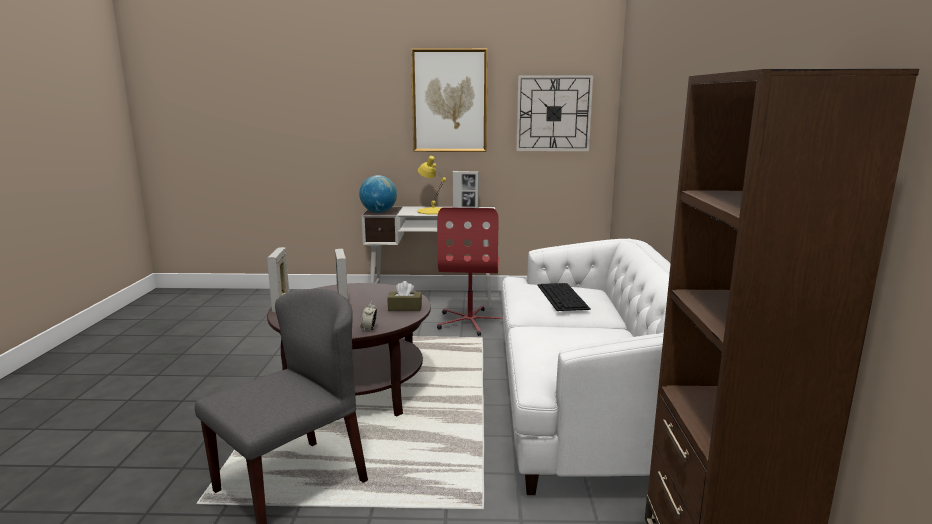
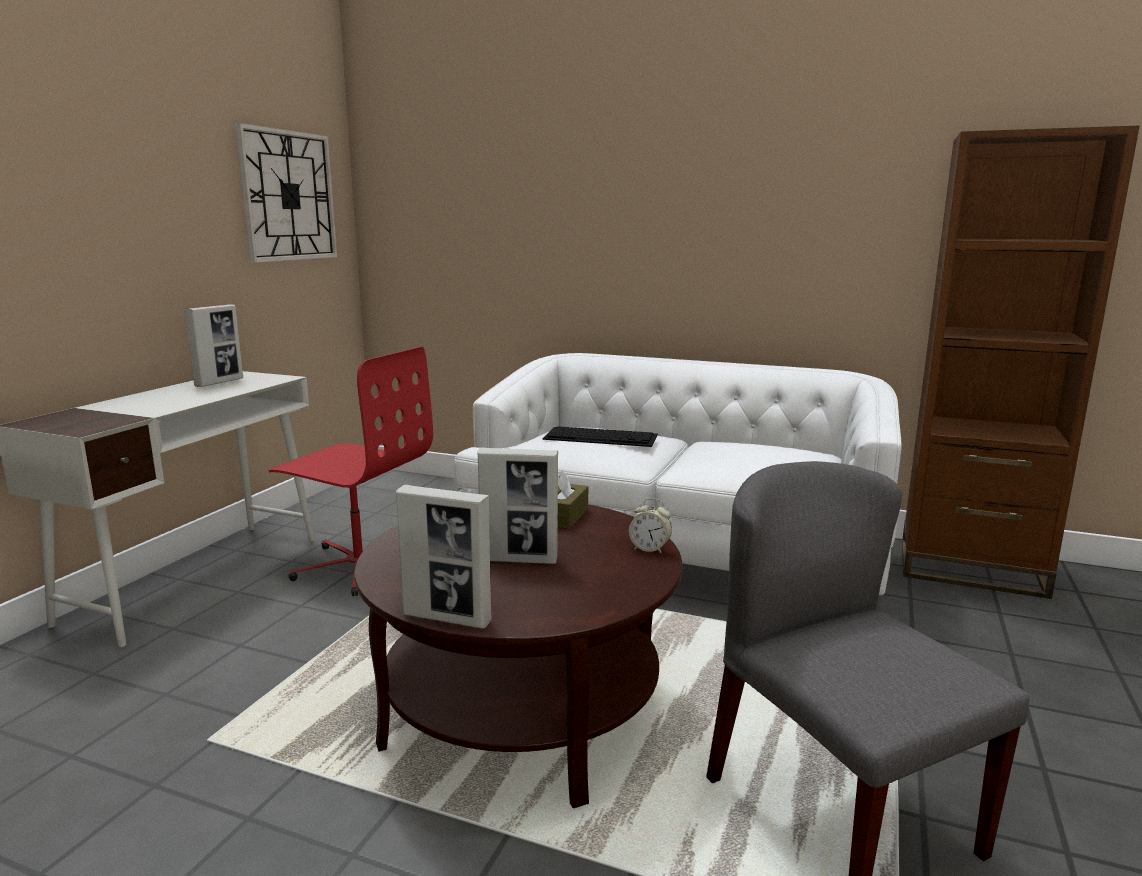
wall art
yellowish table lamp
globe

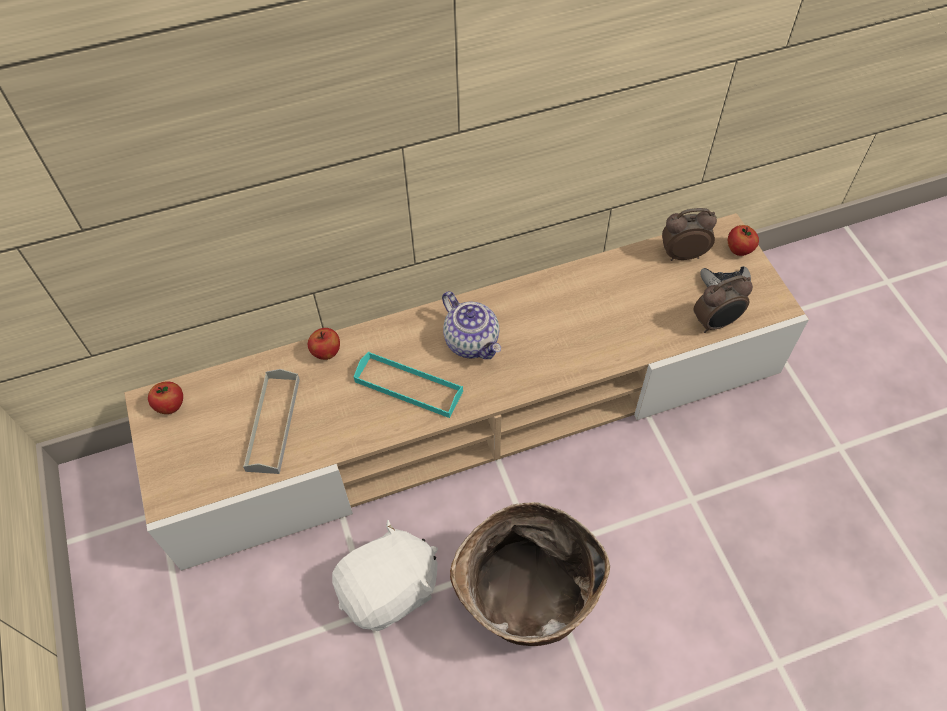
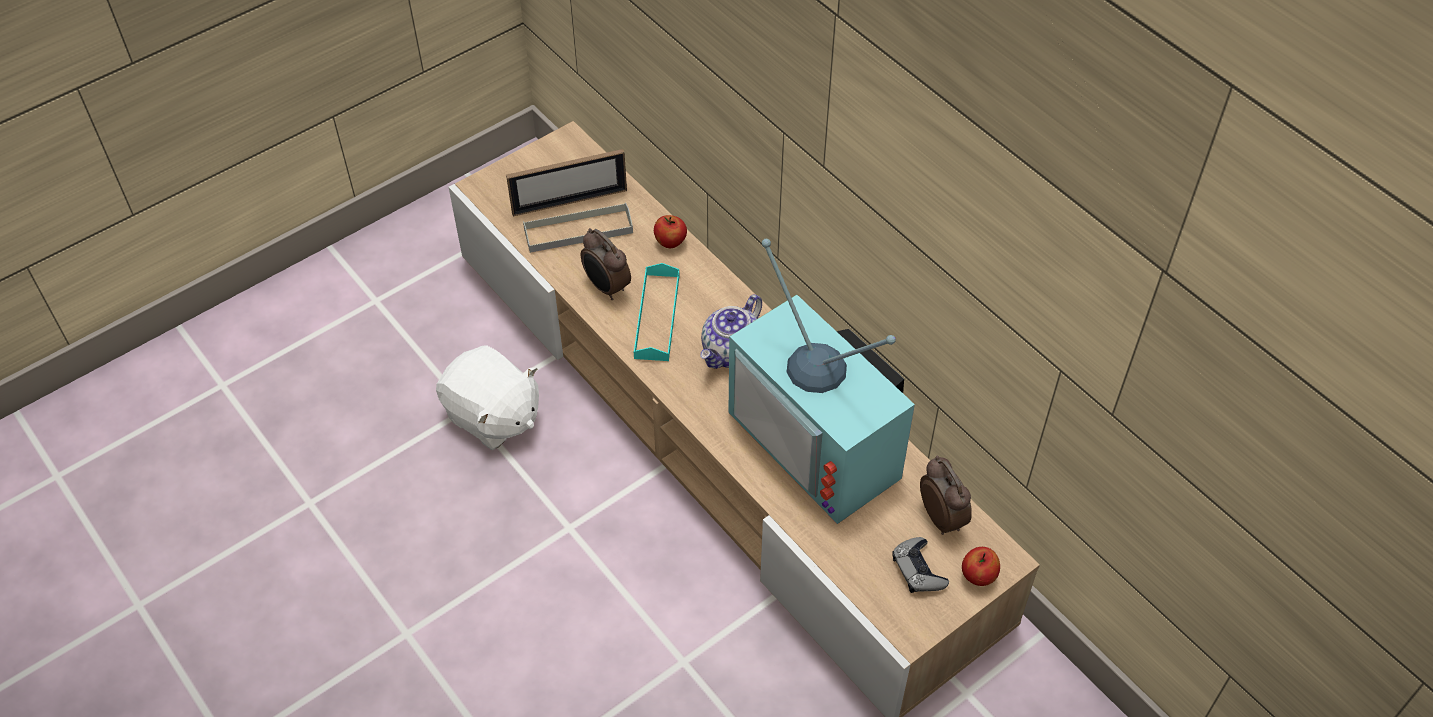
table clock (1st from left)
apple fruit (1st from left in the first image)
storage basket
photo frame
TV set

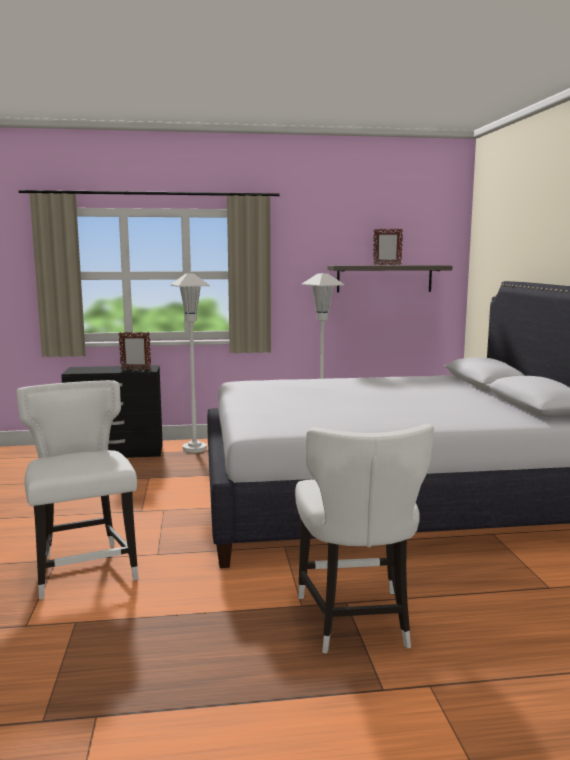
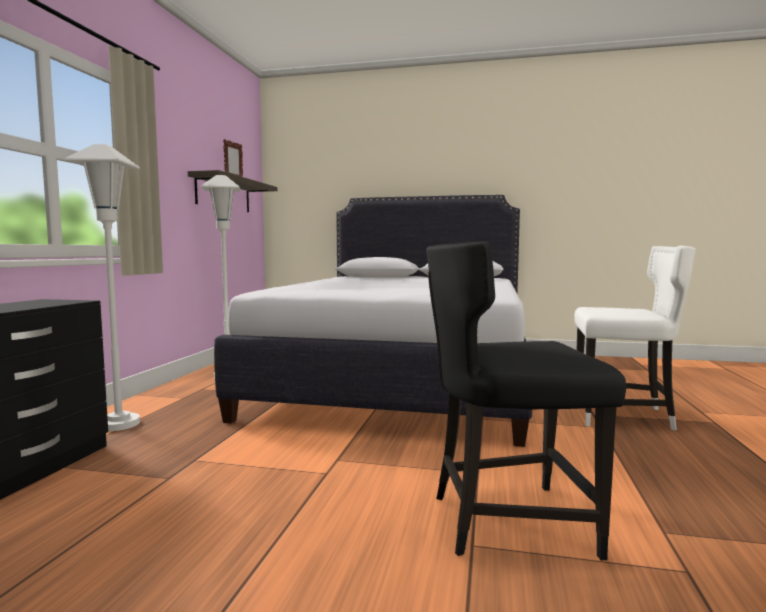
photo frame (1st from left in the first image)
black-coloured chair

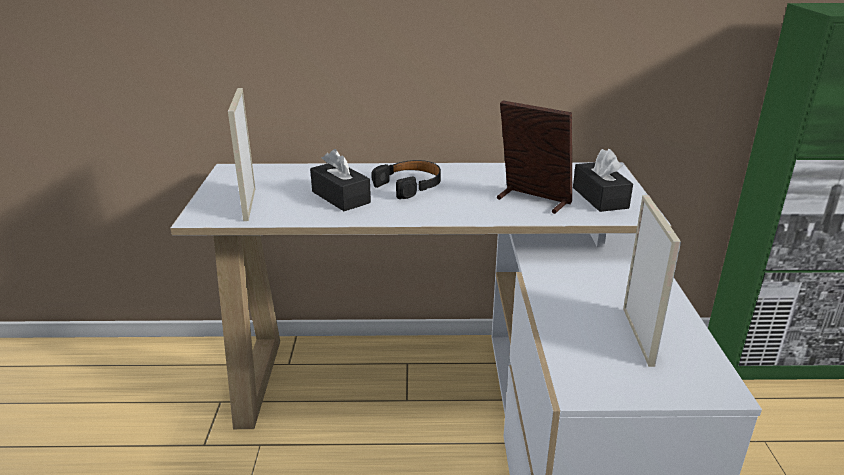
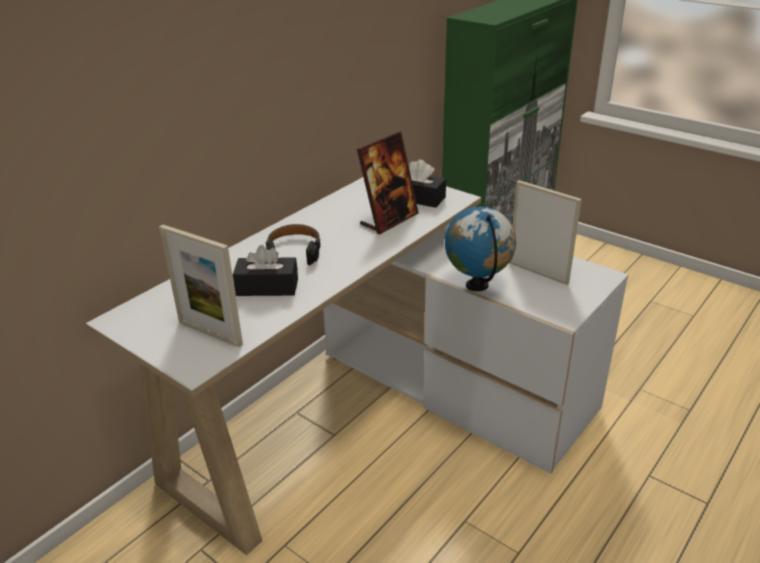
photo frame (2nd from left)
globe

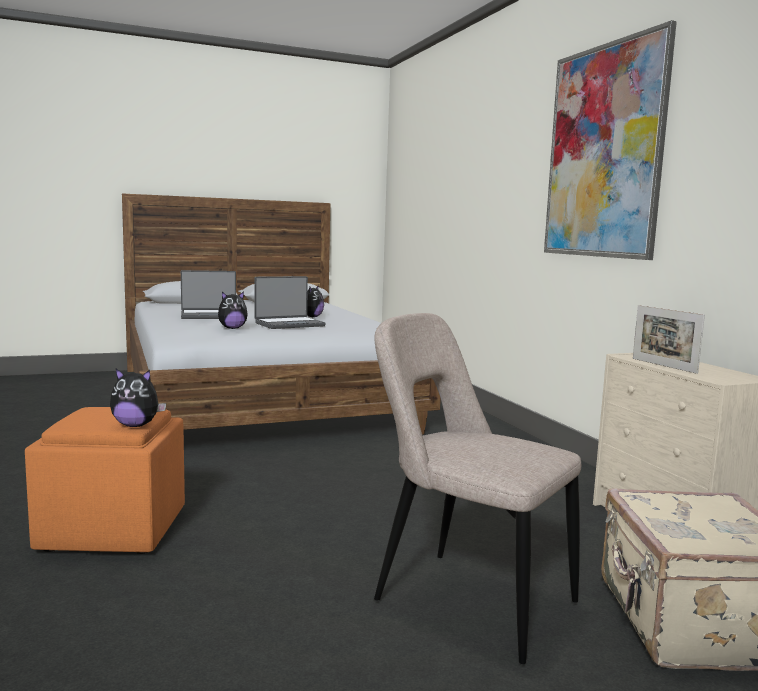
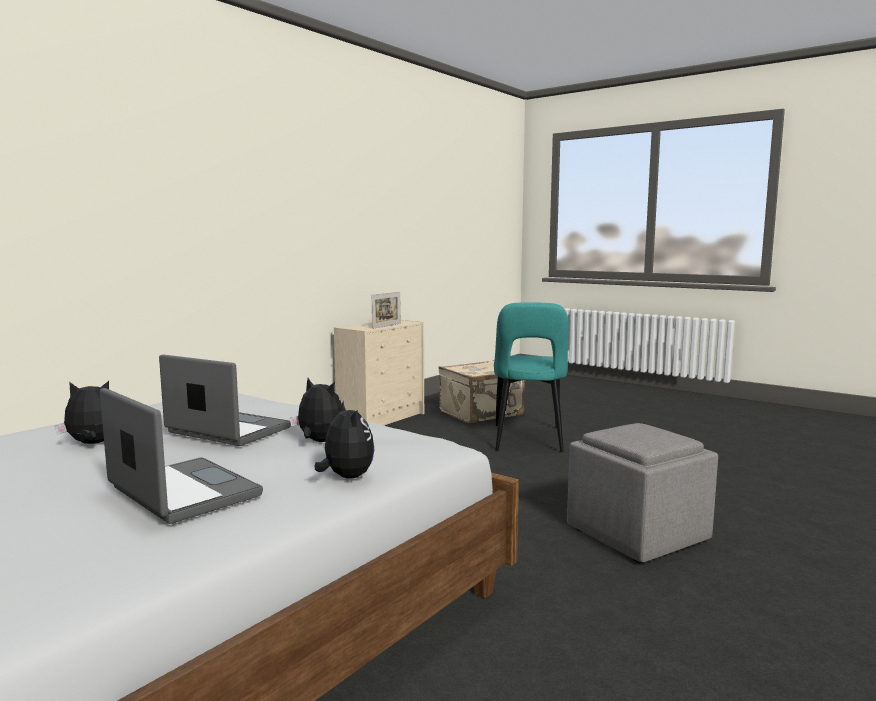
wall art
blue-green chair
plush toy (3rd from left)
gray pouffe

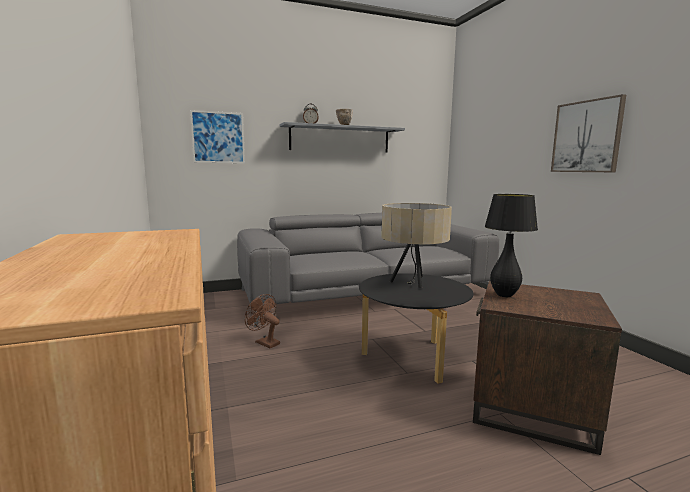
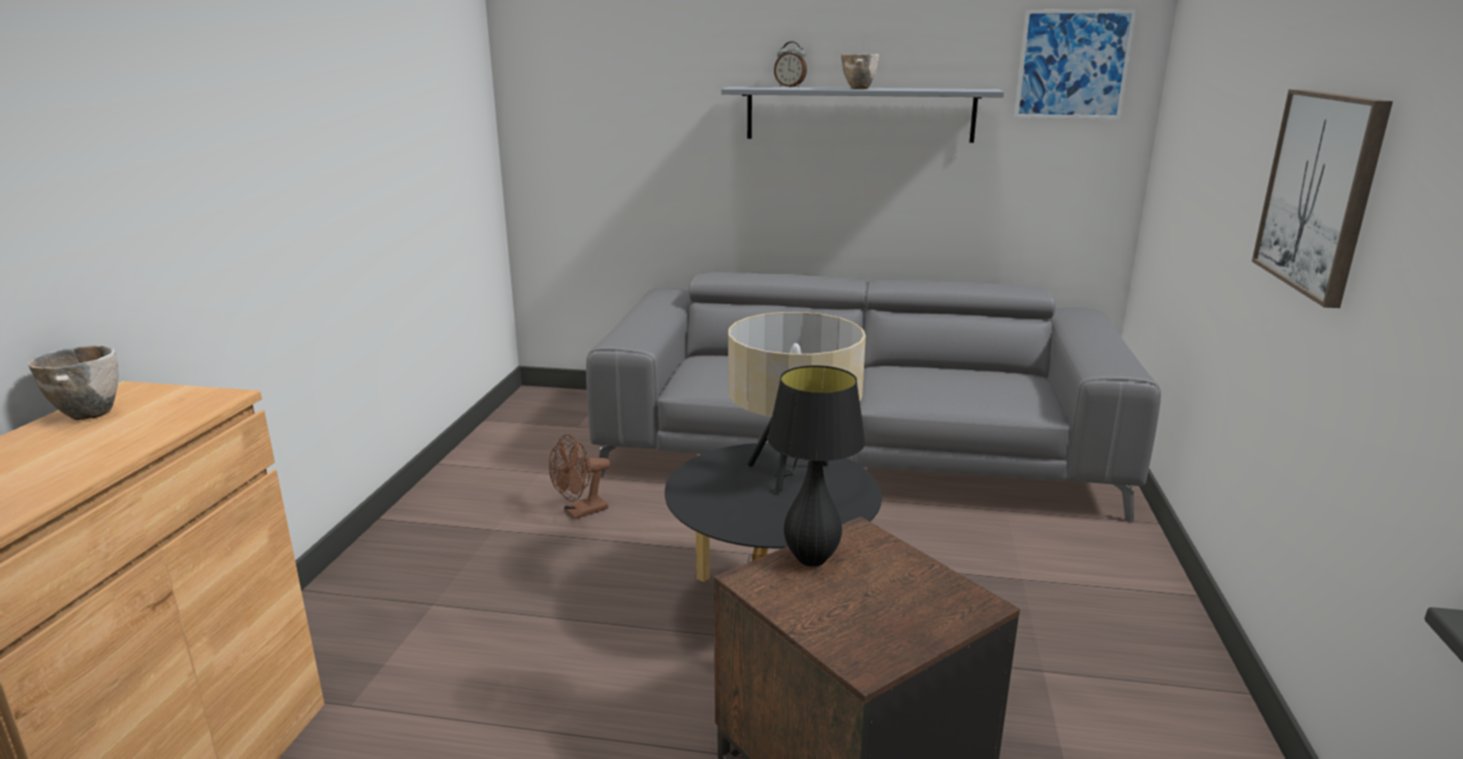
wall art (1st from left)
brown fan
serving bowl (1st from left)

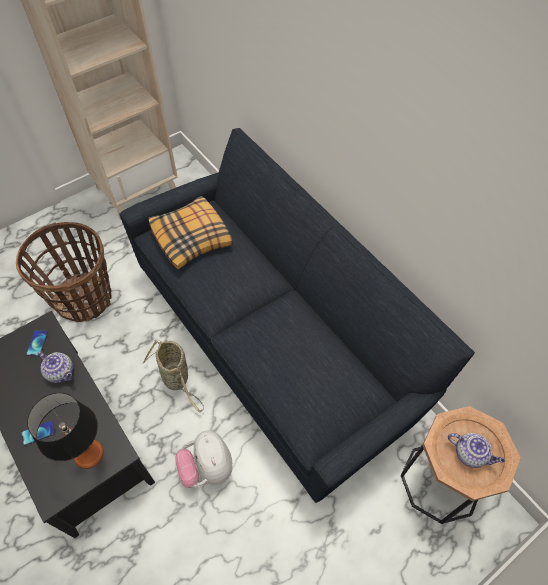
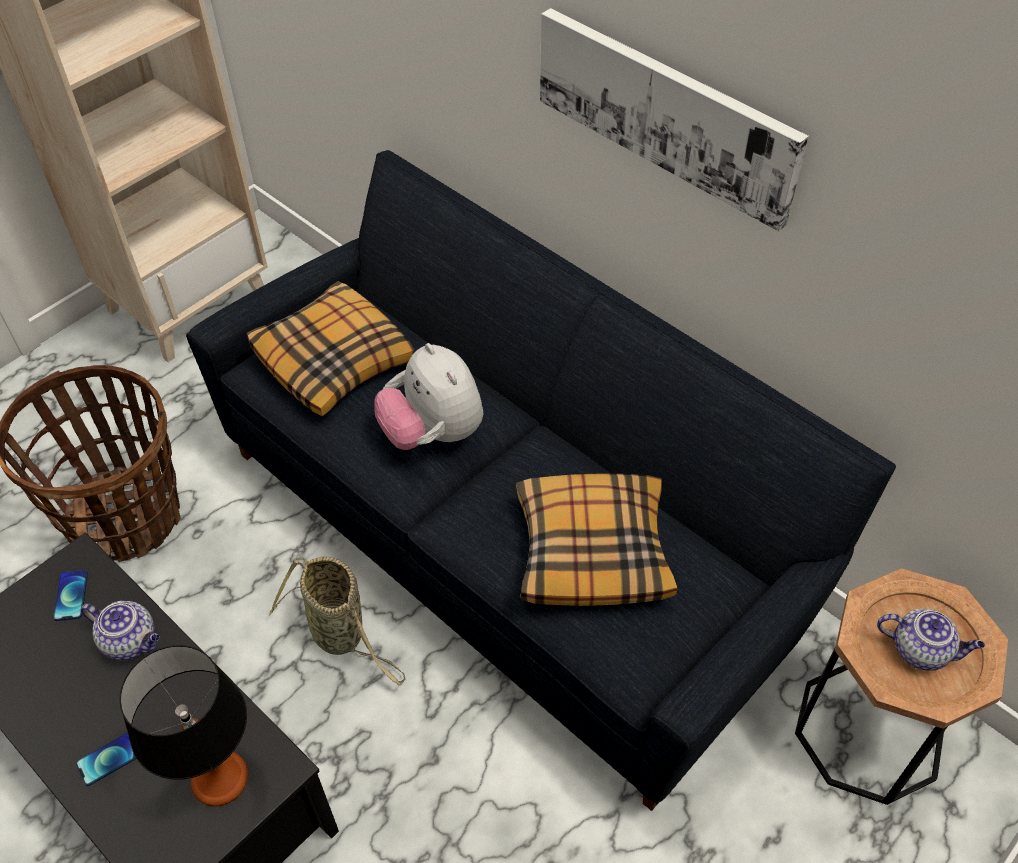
plush toy
wall art
cushion (2nd from left)

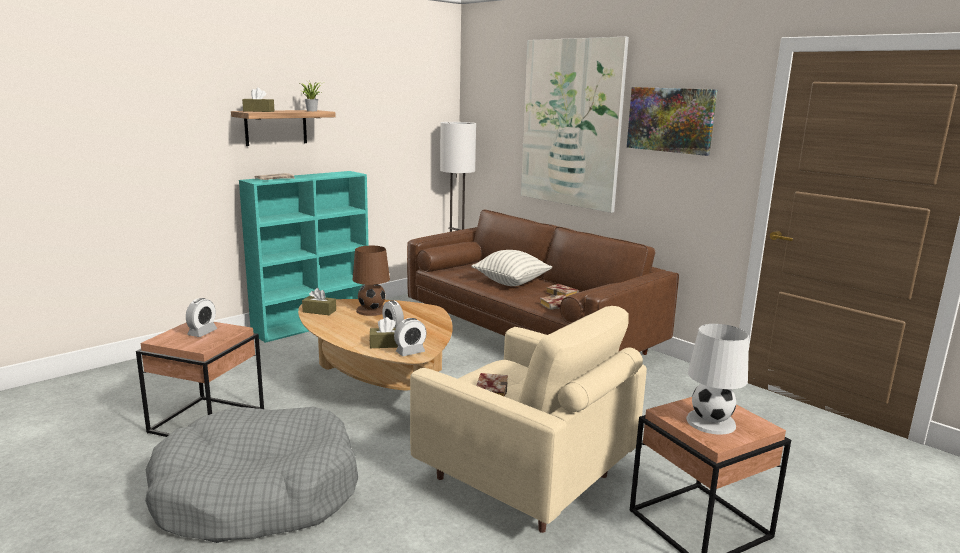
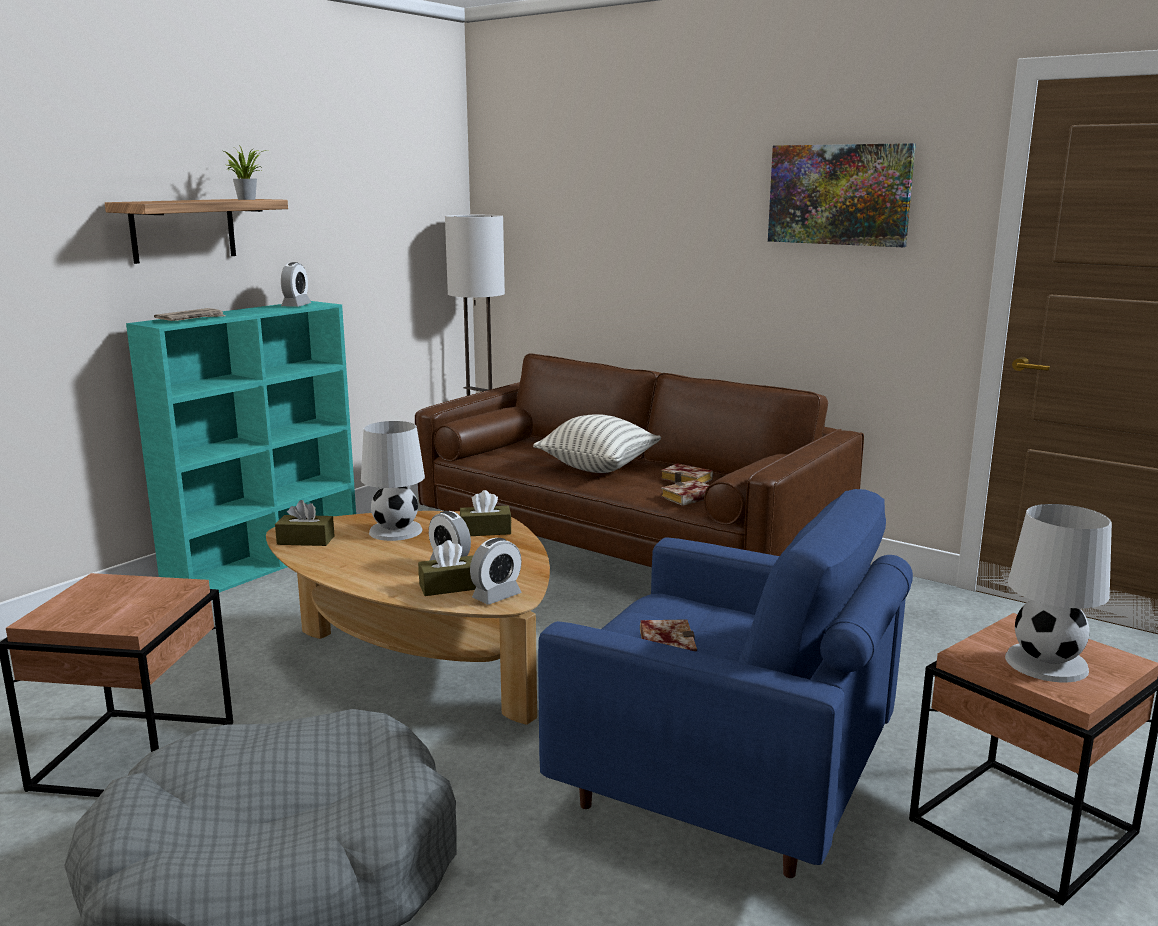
wall art (1st from left in the first image)
brown tissue holder (3rd from left)
whitish table lamp (1st from left)
table clock (1st from left)
blue-coloured easy chair

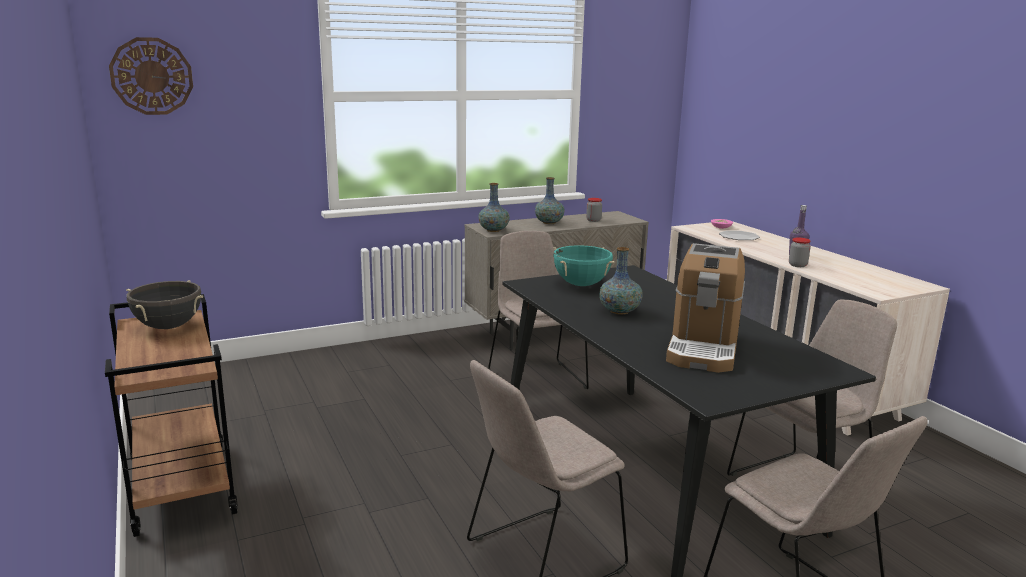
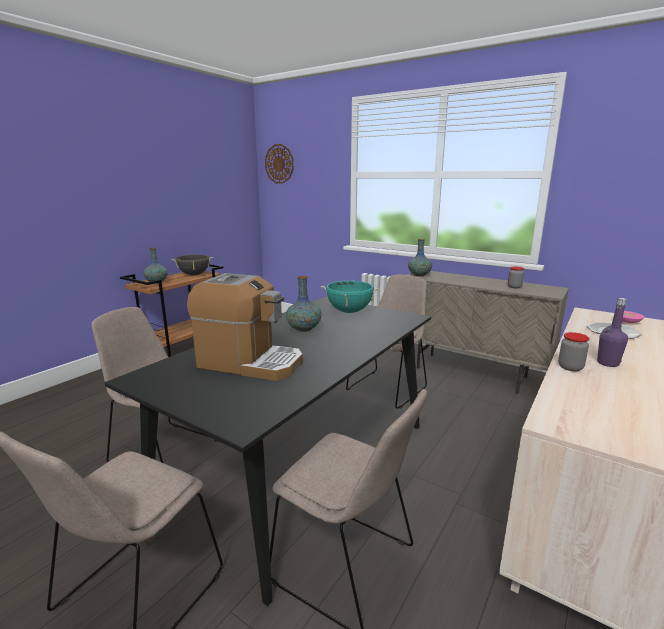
decorative vase (1st from left)
coffee maker

